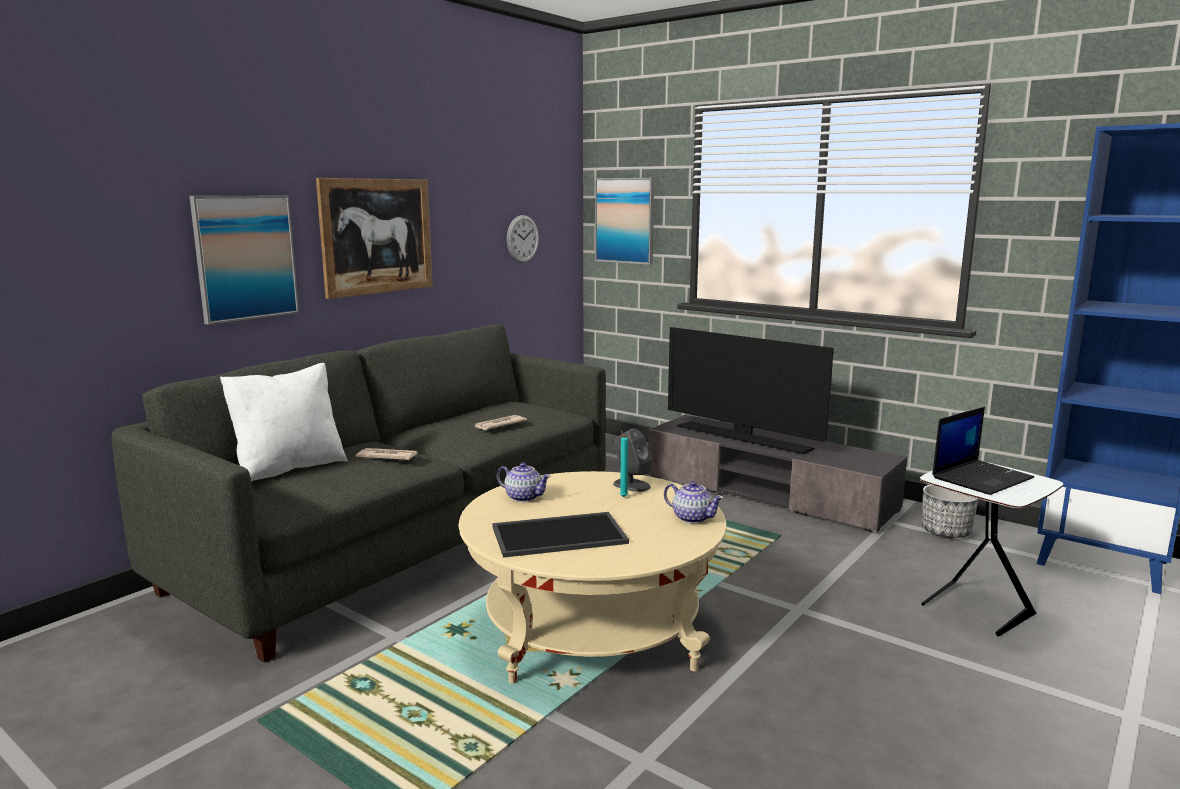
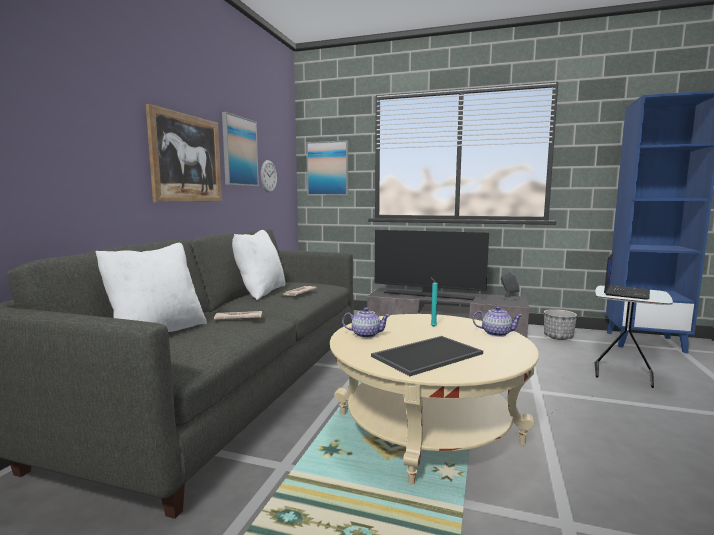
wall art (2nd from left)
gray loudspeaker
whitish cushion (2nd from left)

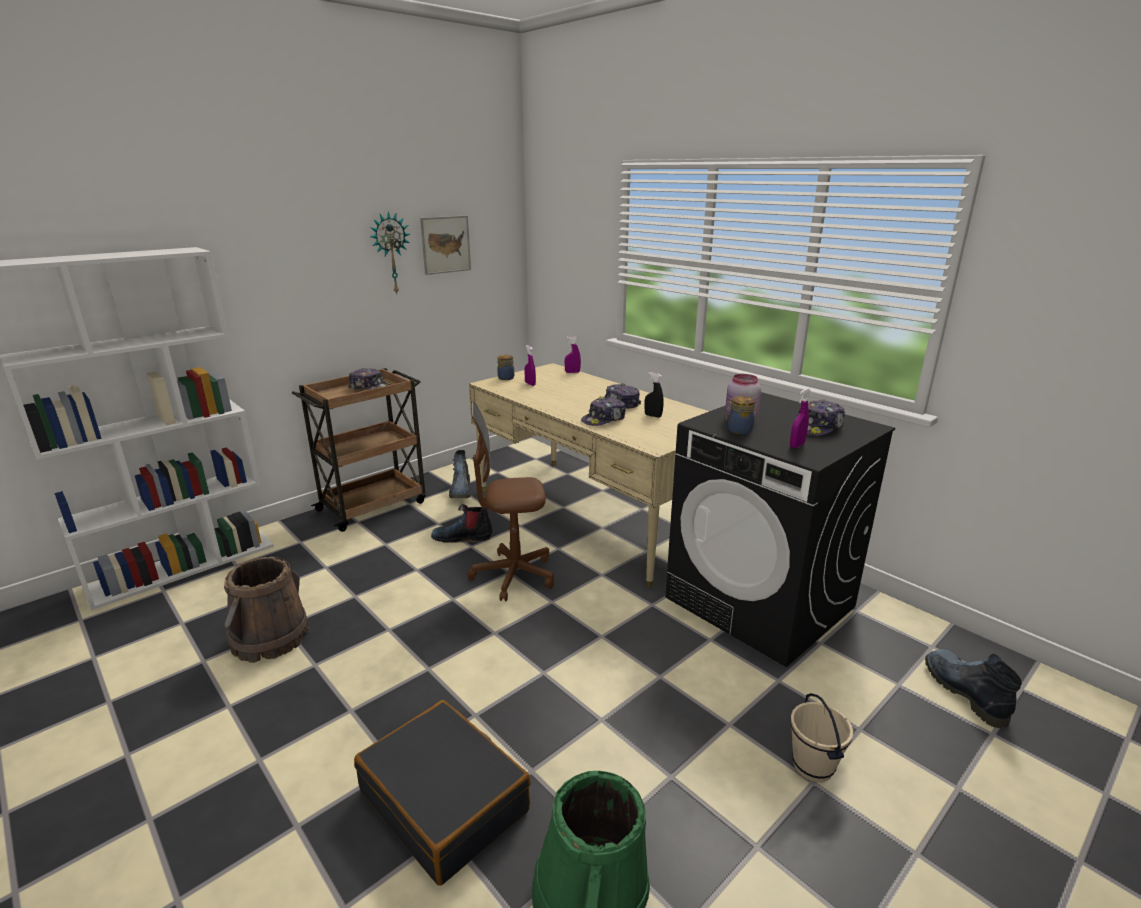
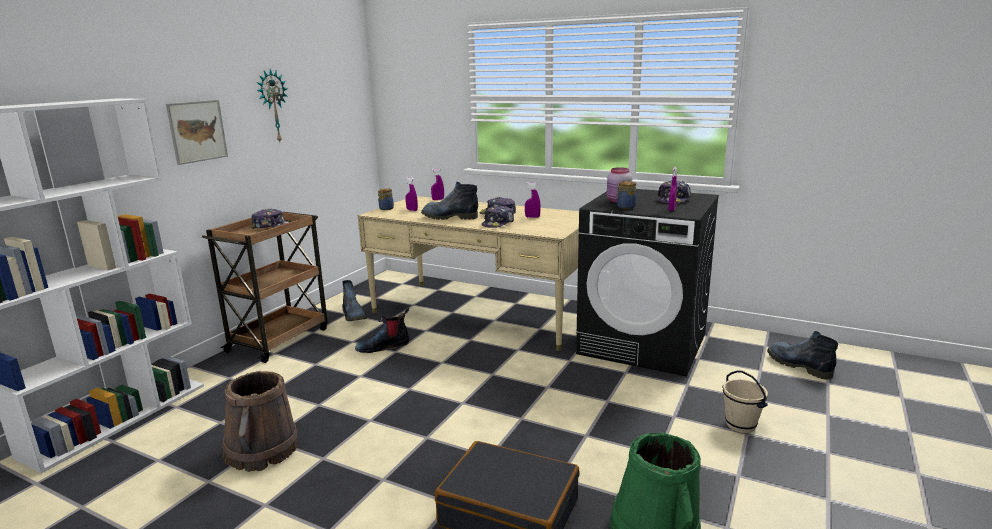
wall art
purple-coloured sprayer (3rd from left)
brown computer chair
boot (3rd from left)

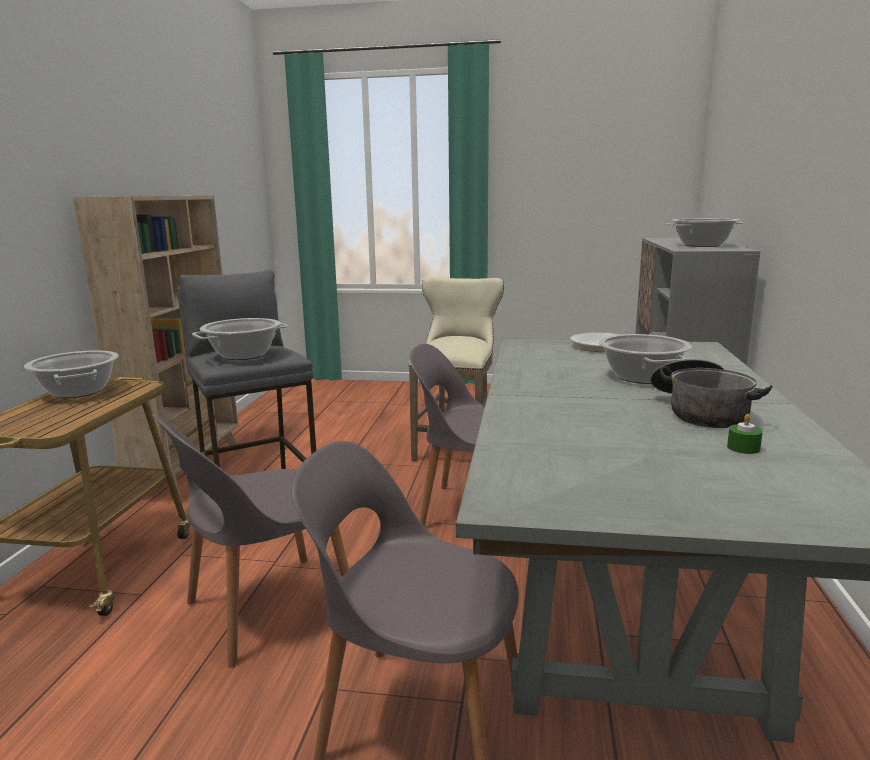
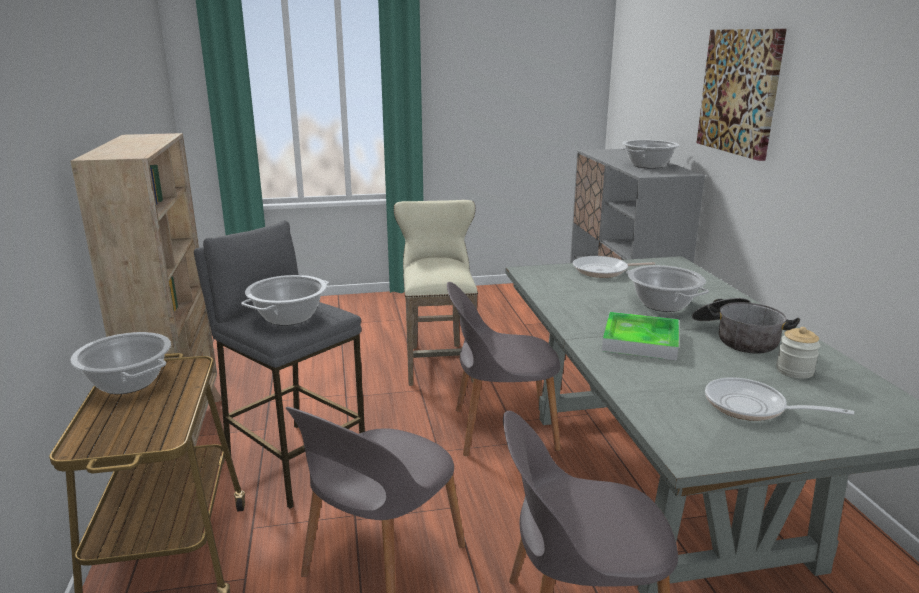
jar
wall art
carrying tray
frying pan (2nd from left)

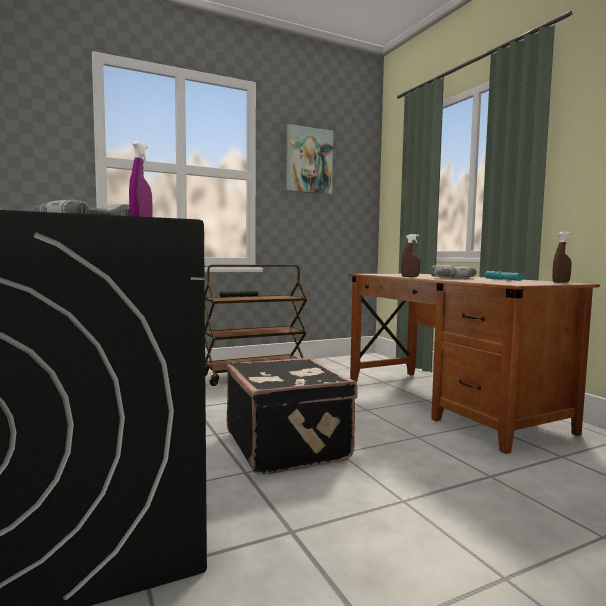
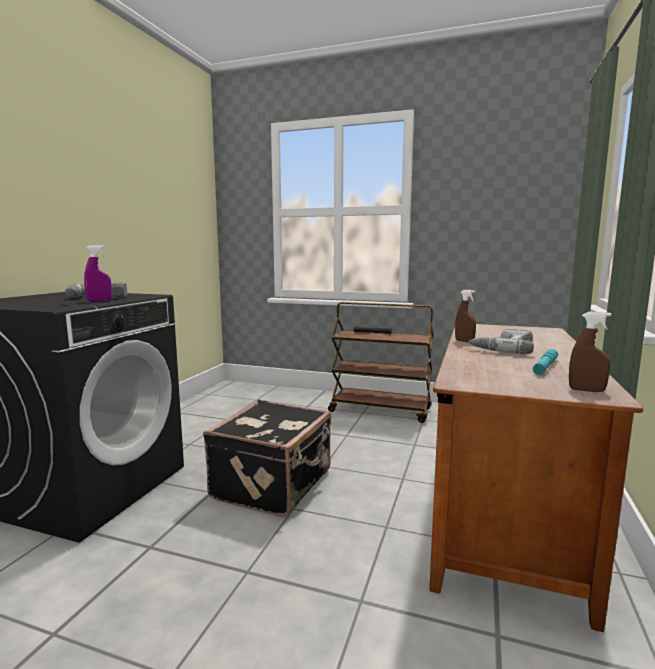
wall art

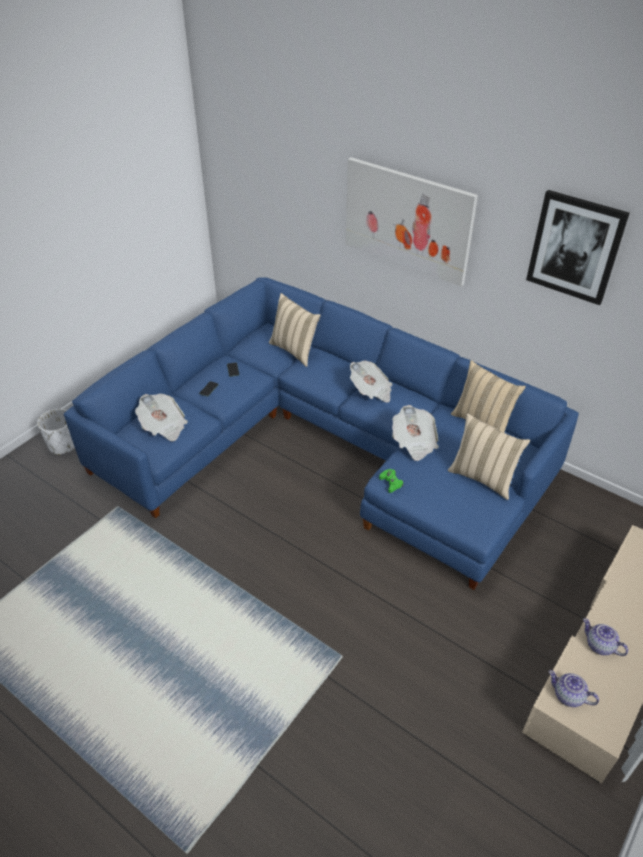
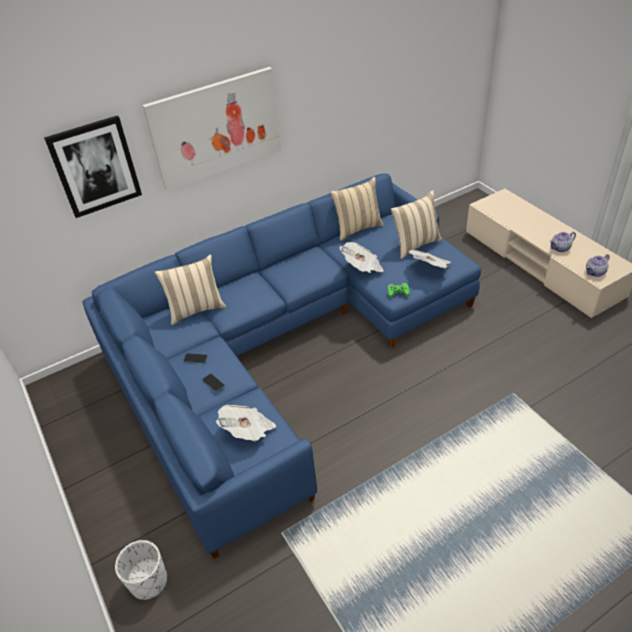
wall art (1st from left)
printed paper (3rd from left)

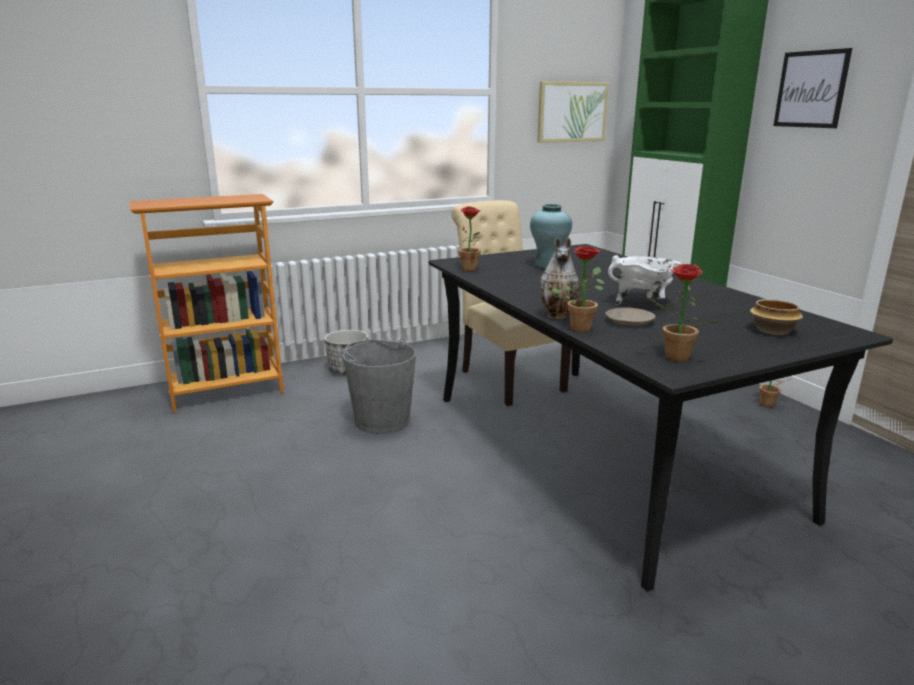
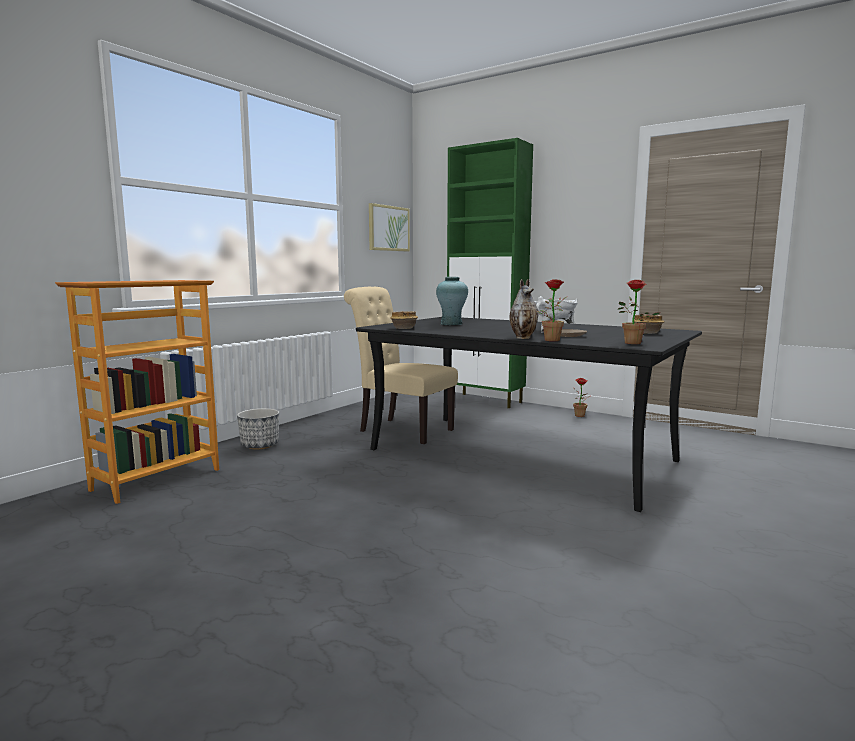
wall art (2nd from left in the first image)
serving bowl (1st from left)
gray water bucket

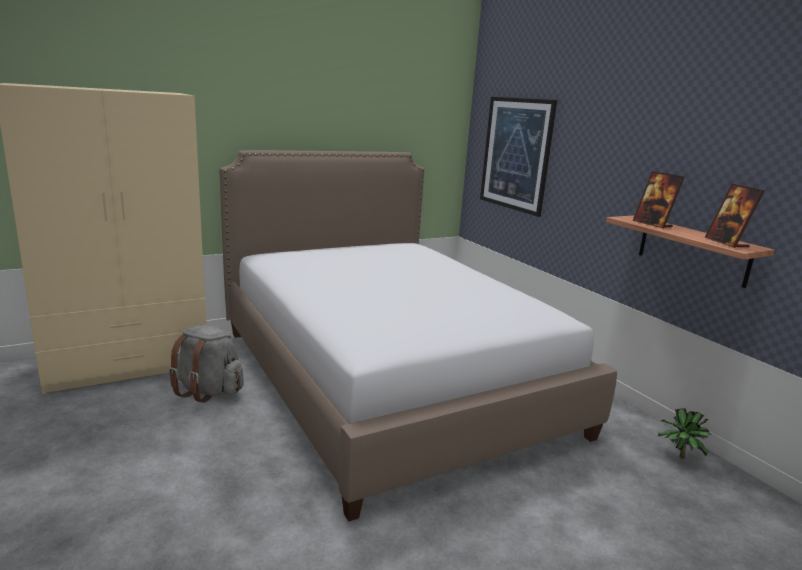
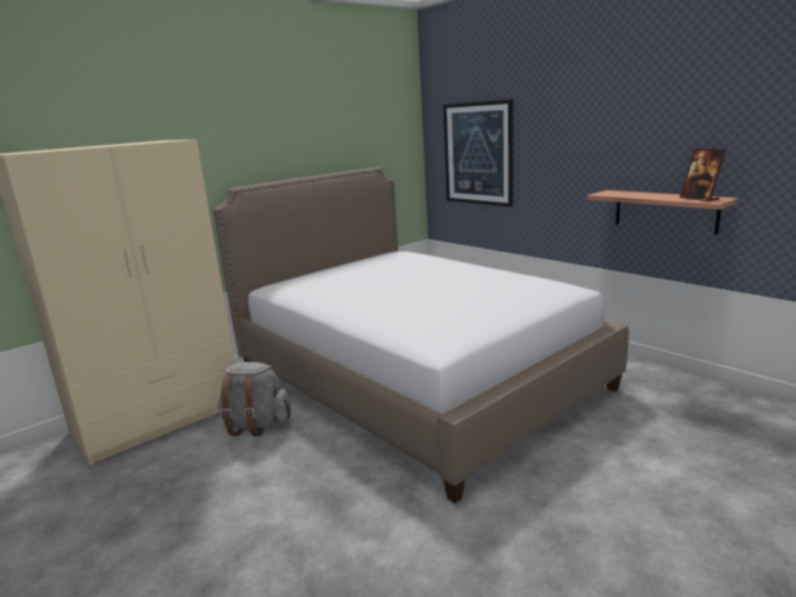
photo frame (1st from left in the first image)
plant in a pot

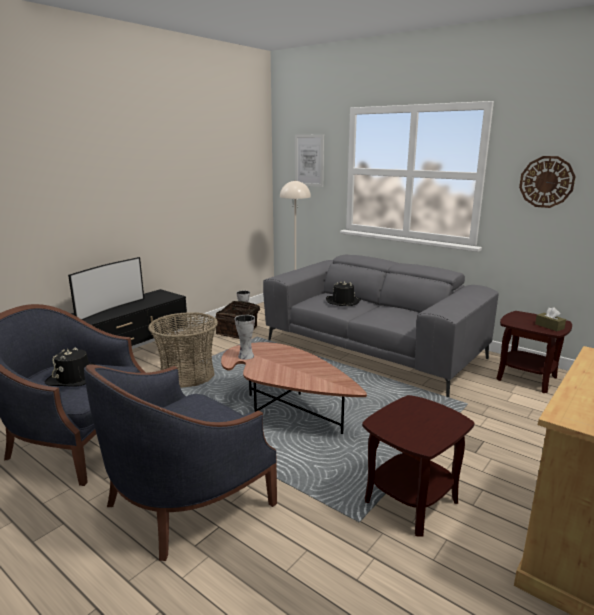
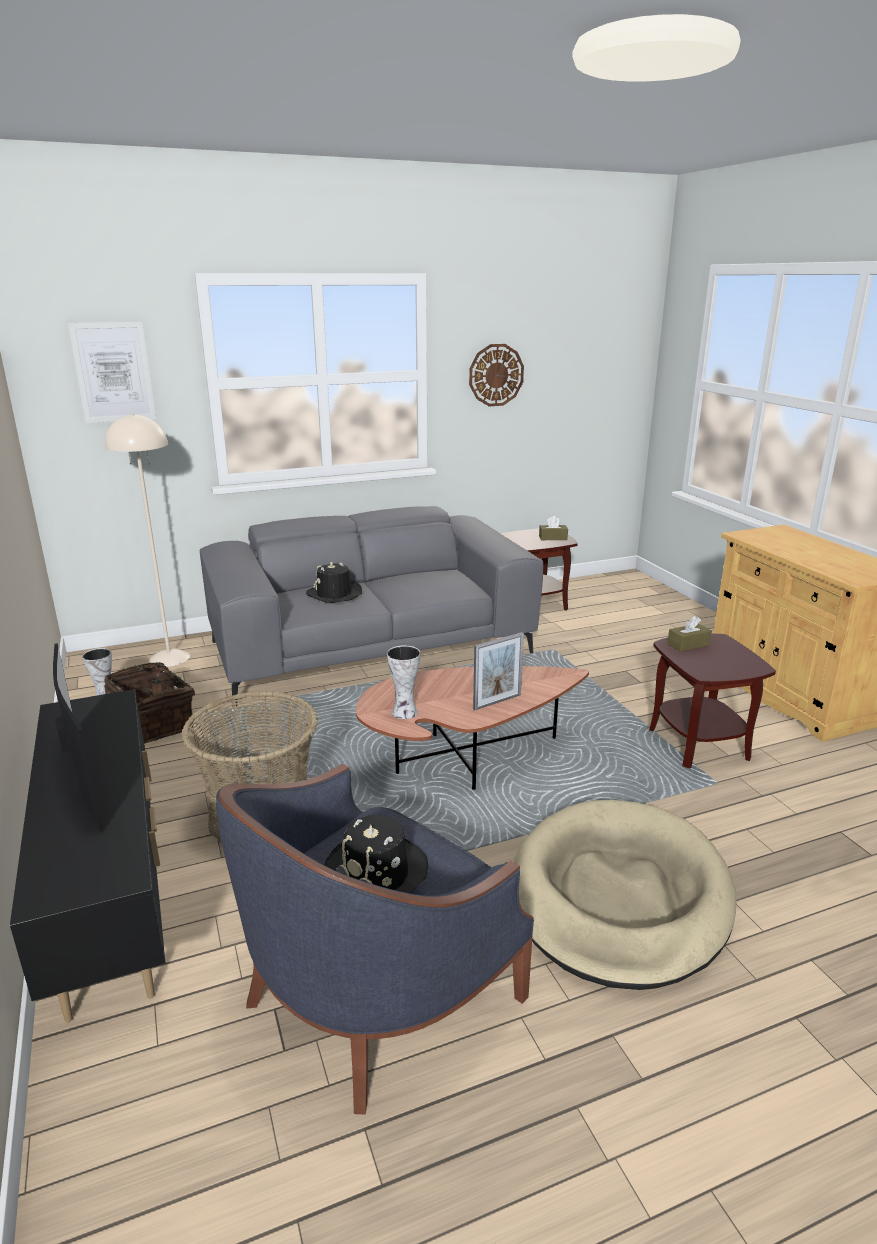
beige dog cushion
brown tissue holder (2nd from left)
photo frame

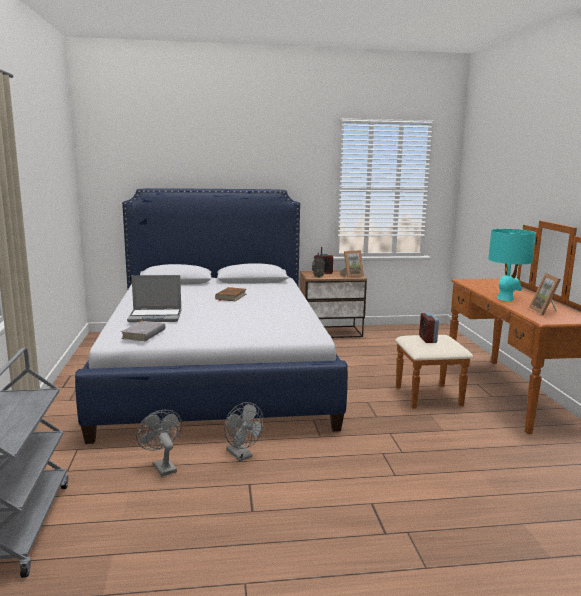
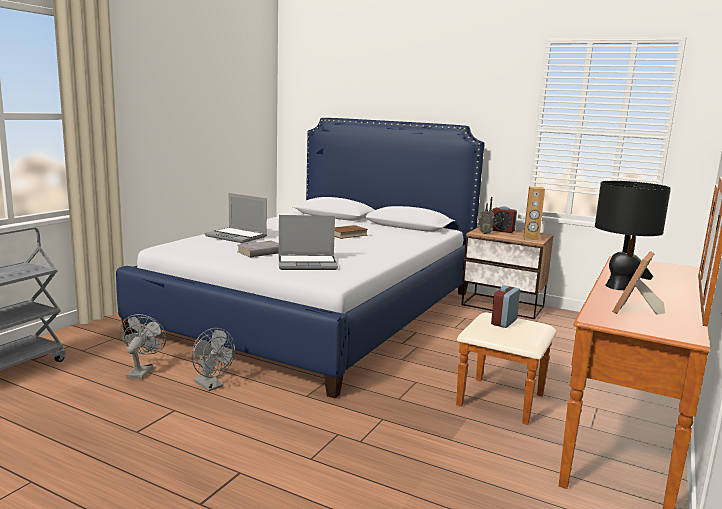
black-coloured table lamp
brown loudspeaker
gray bound book
gray fan (2nd from left)
laptop (2nd from left)

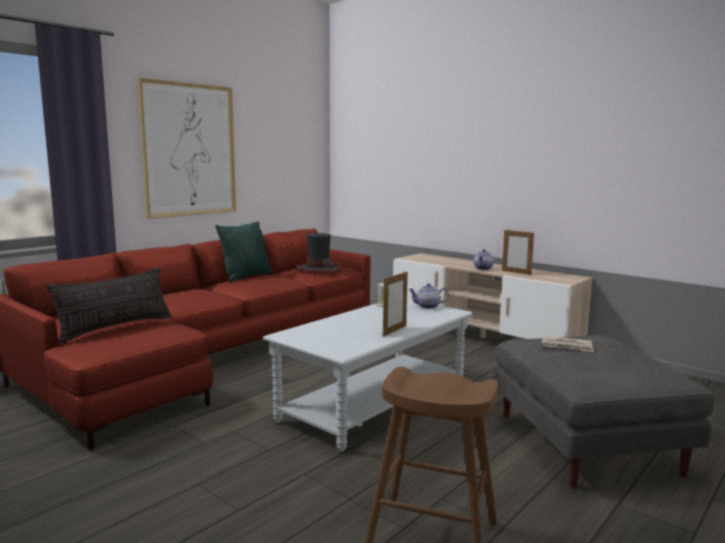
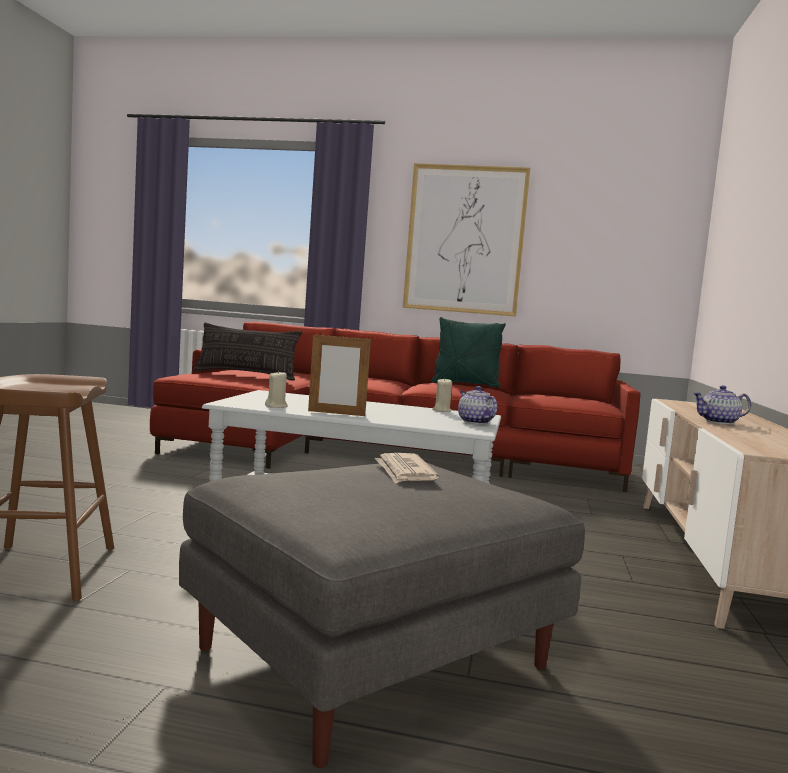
photo frame (2nd from left in the first image)
clothing hat
beige wax light (1st from left)

